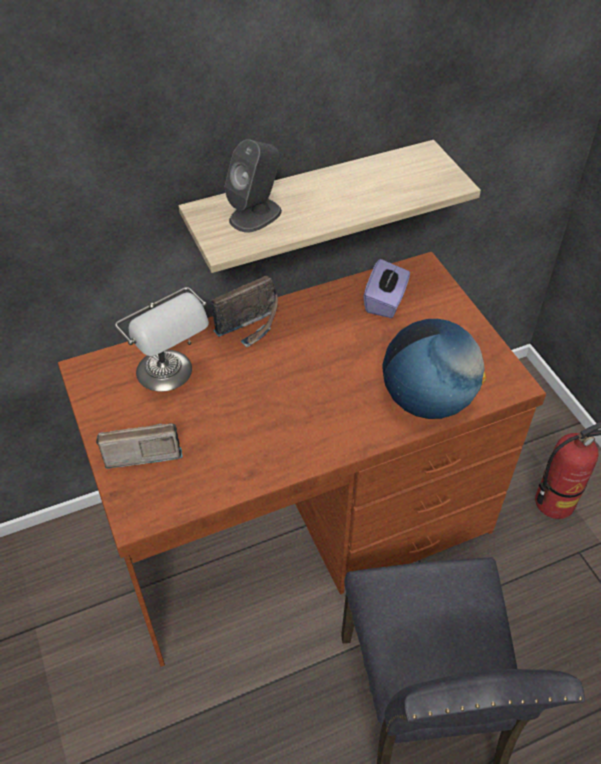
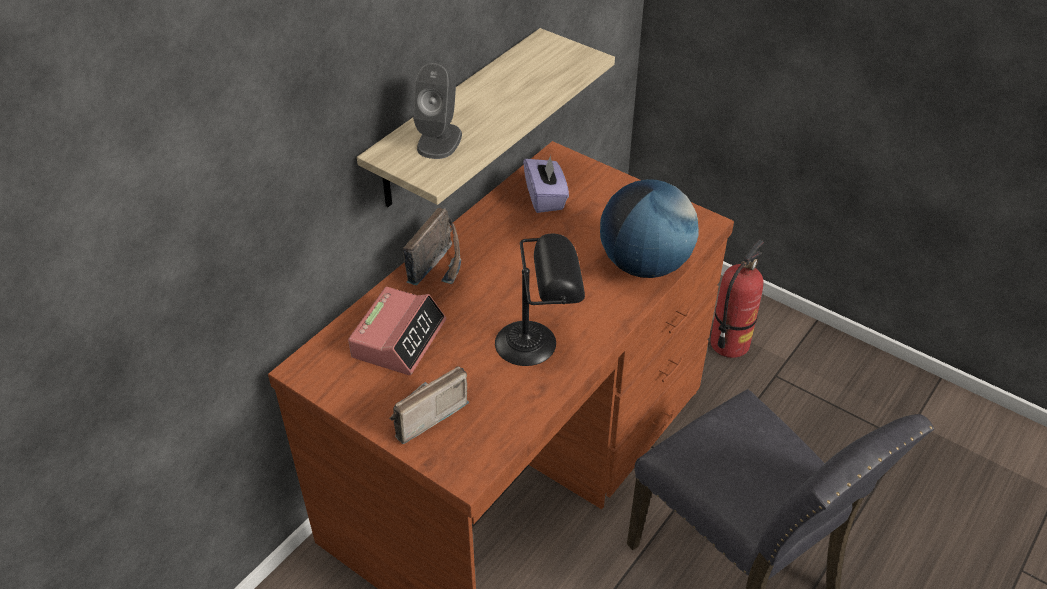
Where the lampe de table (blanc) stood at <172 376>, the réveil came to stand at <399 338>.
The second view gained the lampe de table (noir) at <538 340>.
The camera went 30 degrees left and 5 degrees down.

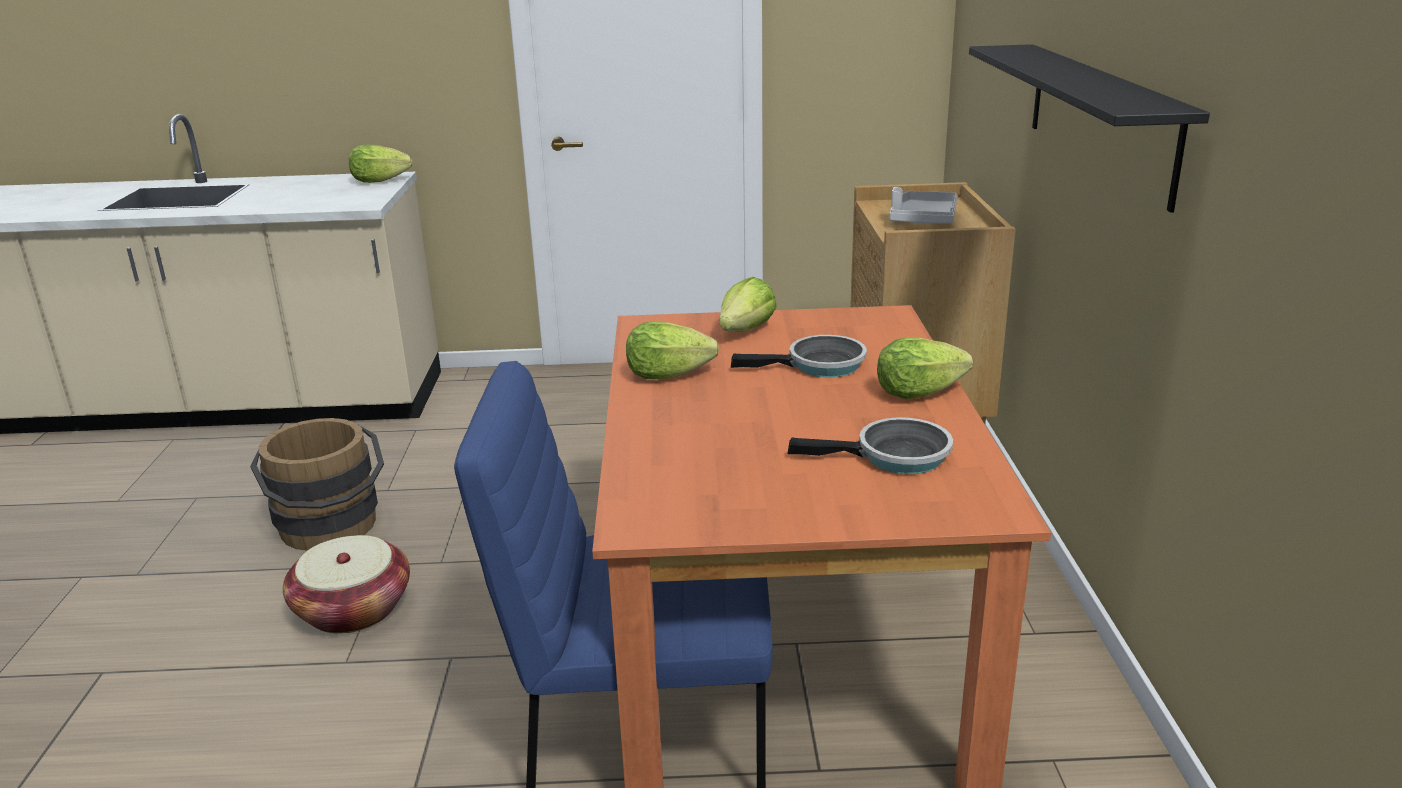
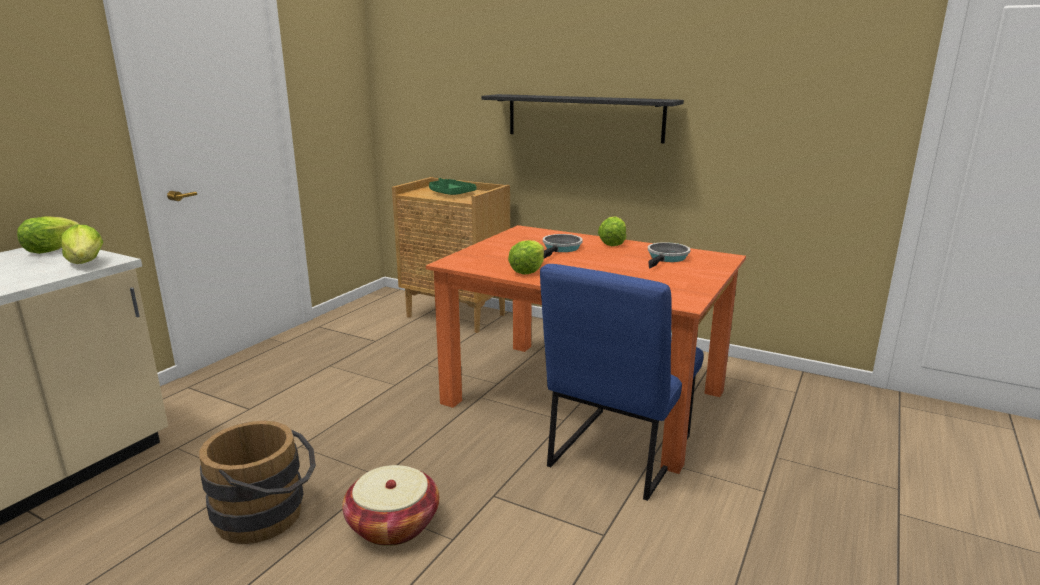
The laitue ended up elsewhere, having gone from <746 331> to <86 263>.
What was the plateau (gris) at <923 219> turned into the plateau (vert) at <450 194>.
The camera went 60 degrees left and 5 degrees down.

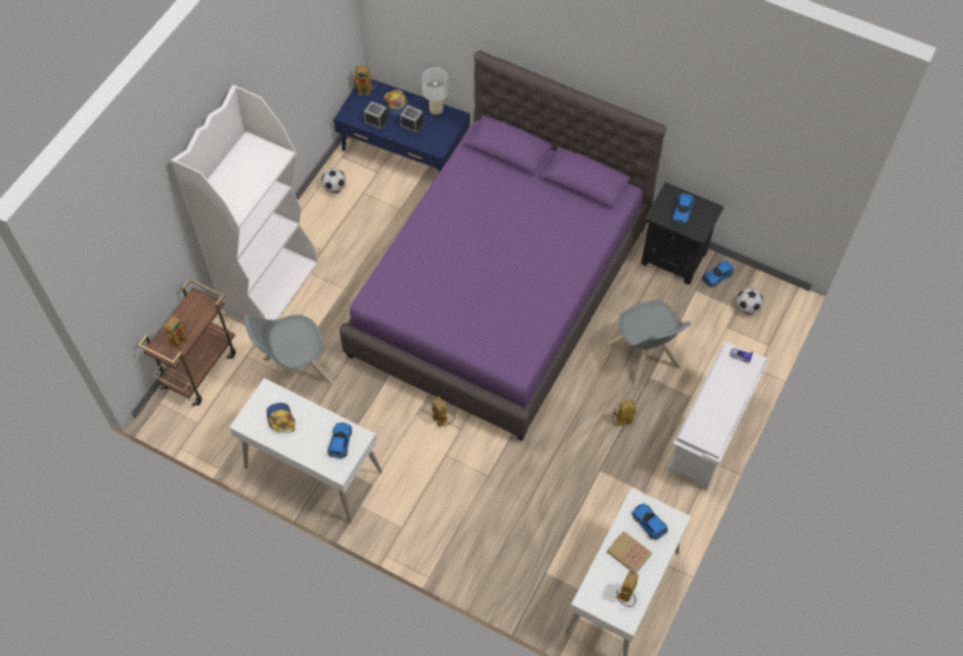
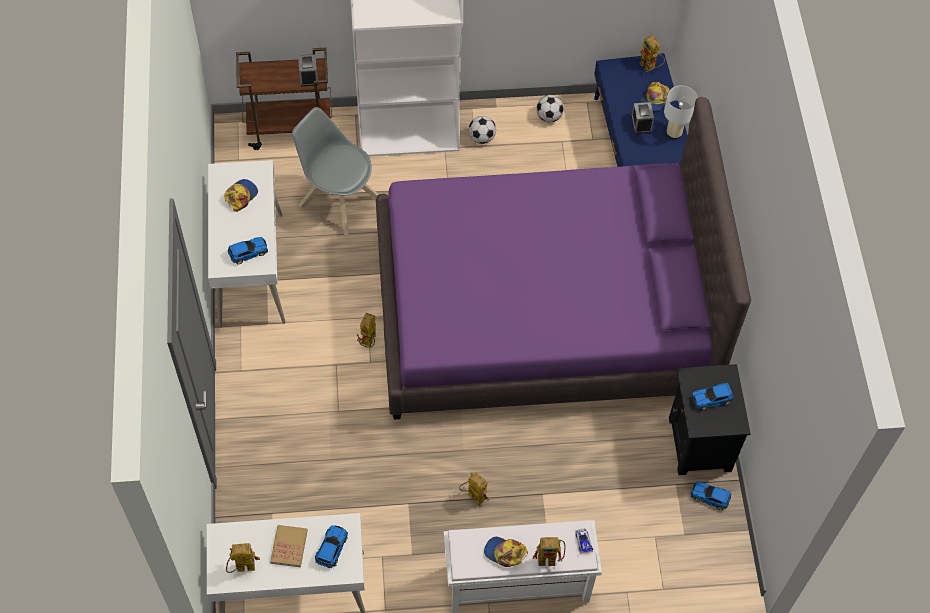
The robot jouet ended up elsewhere, having gone from <181 338> to <550 558>.
The réveil ended up elsewhere, having gone from <376 121> to <308 76>.
The second view lost the chaise (gris) at <645 357>.
The ballon de foot ended up elsewhere, having gone from <747 307> to <481 138>.
The second view gained the casquette at <504 553>.
The camera went 55 degrees right and 0 degrees up.

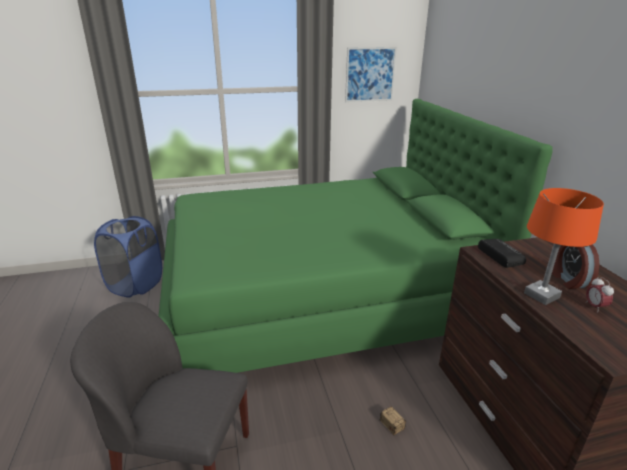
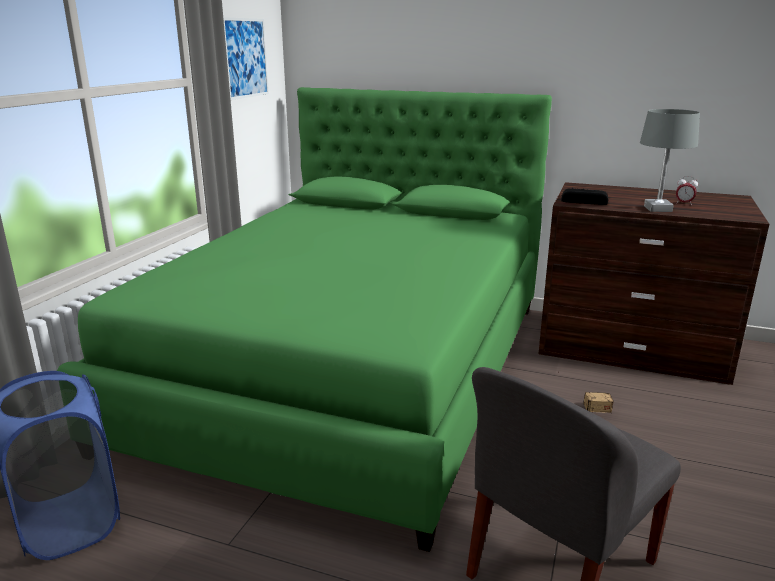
What was the lampe de table (orange) at <542 295> turned into the lampe de table (gris) at <658 209>.
The second view lost the réveil at <568 280>.
The camera went 55 degrees left and 5 degrees down.

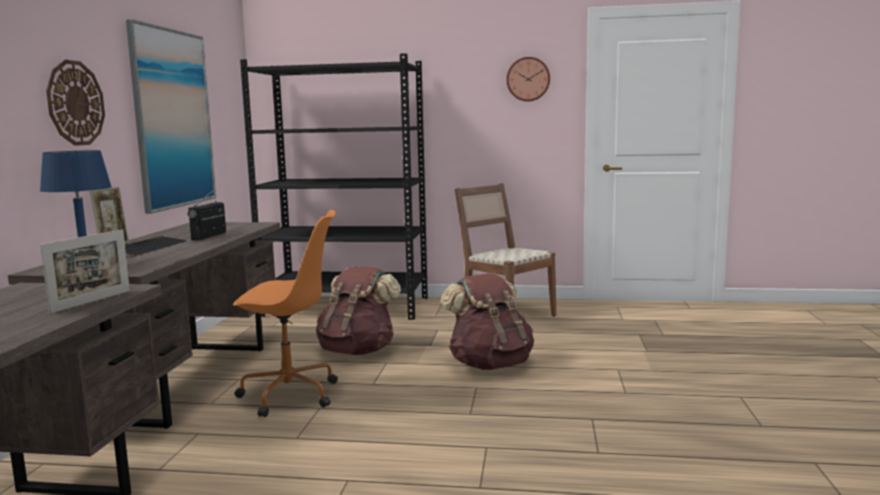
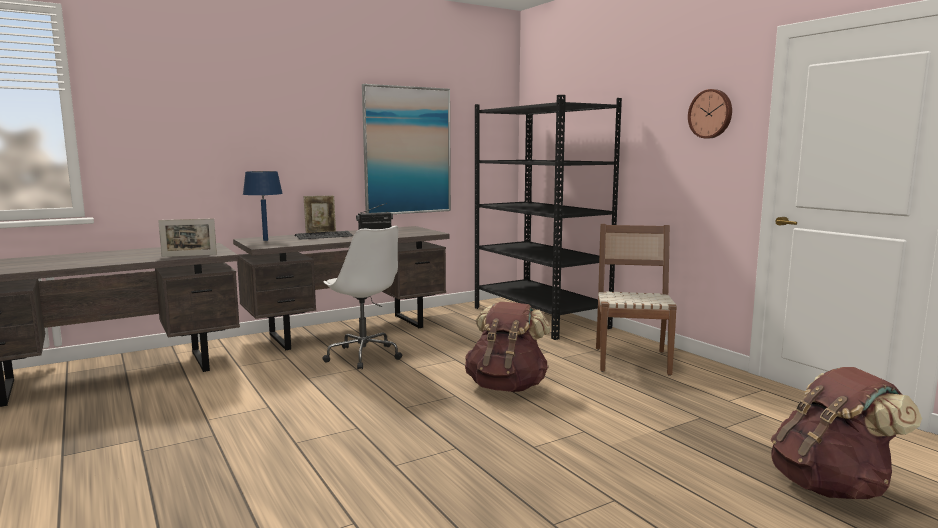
The second view lost the horloge murale at <75 103>.
What was the chaise de bureau (orange) at <292 395> turned into the chaise de bureau (blanc) at <365 357>.
The sac à dos (marron) ended up elsewhere, having gone from <358 351> to <831 486>.
The camera went 50 degrees right and 0 degrees up.

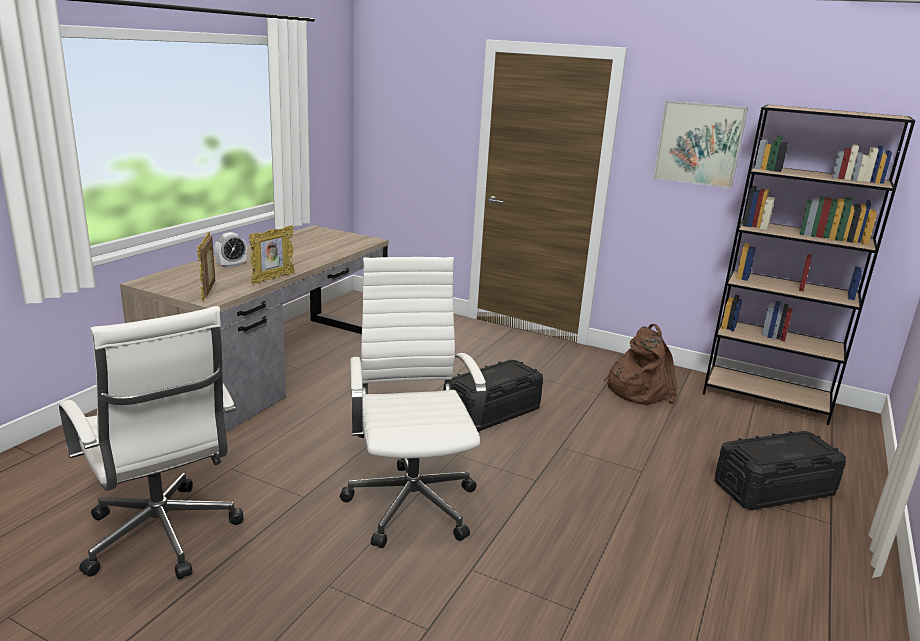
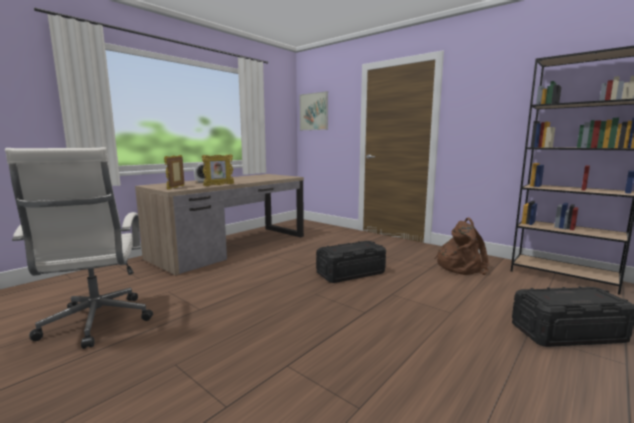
The second view lost the chaise de bureau (blanc) at <410 501>.
The tableau ended up elsewhere, having gone from <699 144> to <314 111>.
The camera went 15 degrees right and 10 degrees down.

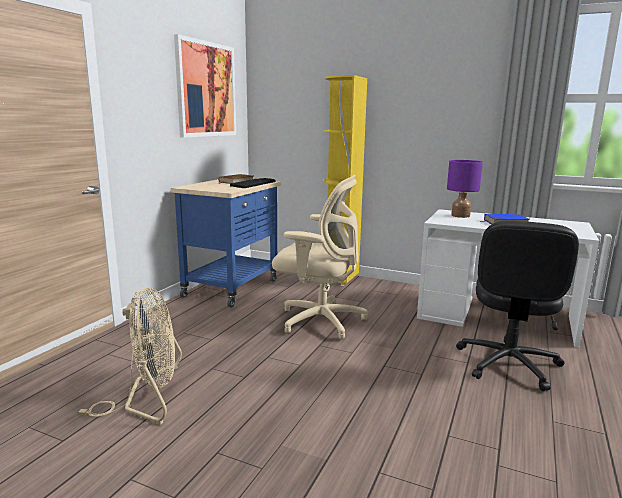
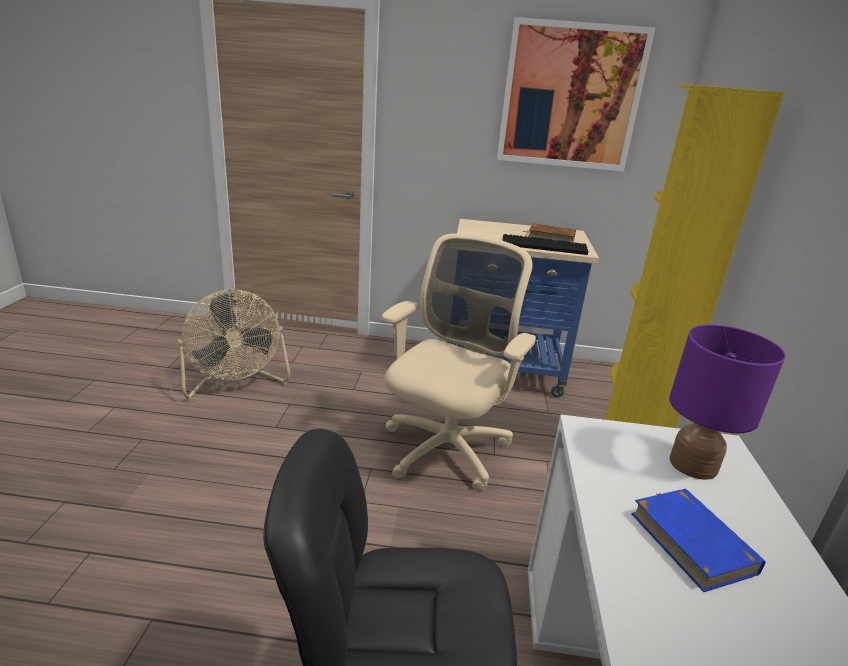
The chaise de bureau (beige) at <315 321> ended up facing another way, 150 degrees counterclockwise from before.
The camera went 70 degrees right and 10 degrees up.

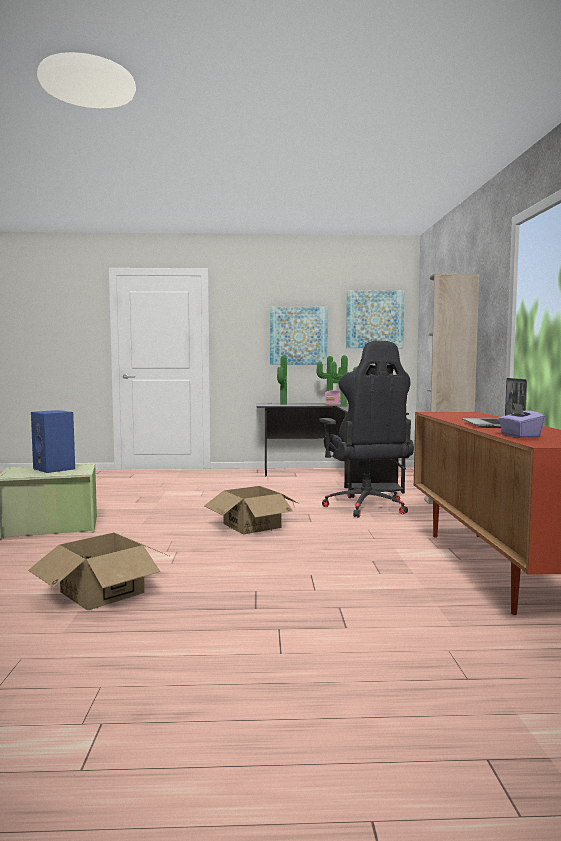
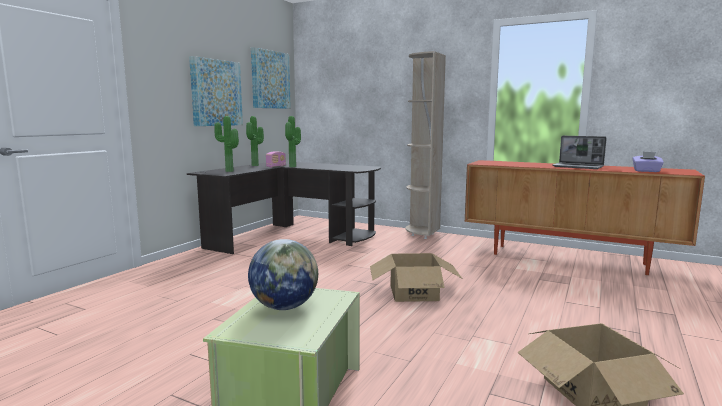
Where the enceinte (bleu) stood at <55 469>, the globe came to stand at <284 307>.
The second view lost the chaise de bureau (noir) at <365 506>.
The camera went 60 degrees left and 5 degrees up.

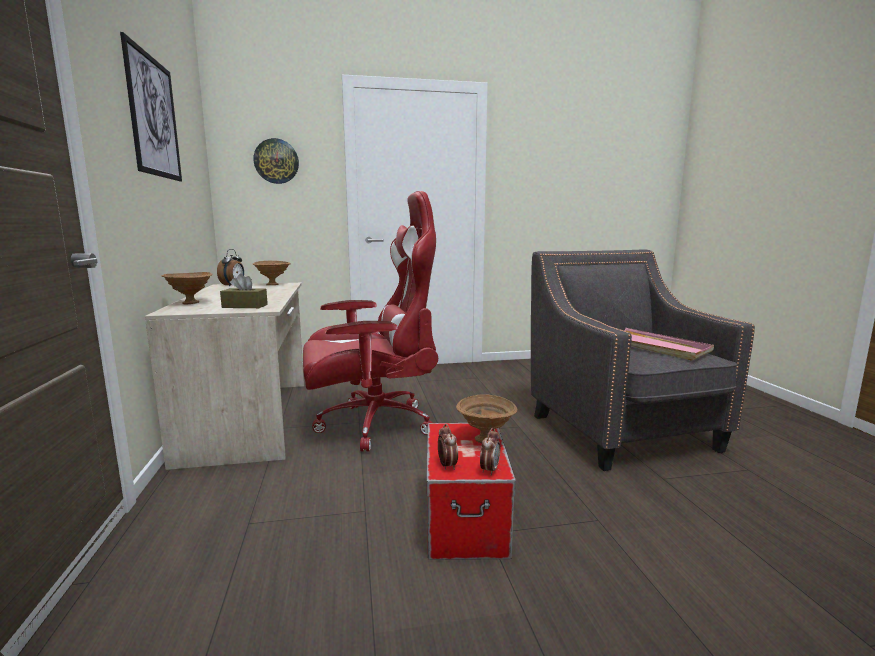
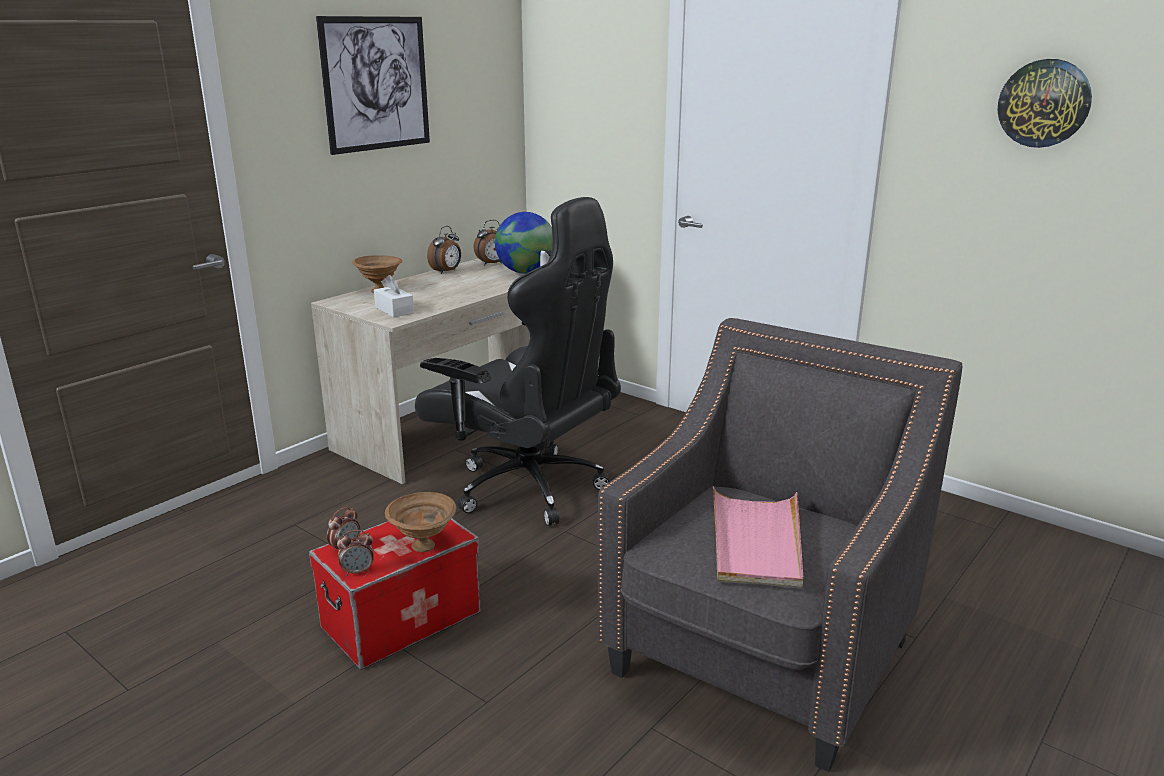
What was the boîte à mouchoirs (marron) at <245 306> turned into the boîte à mouchoirs (blanc) at <394 310>.
The horloge murale ended up elsewhere, having gone from <276 161> to <1044 103>.
Where the bol (marron) stood at <273 285>, the globe came to stand at <526 272>.
What was the chaise de bureau (rouge) at <368 426> turned into the chaise de bureau (noir) at <521 486>.
The second view gained the réveil at <447 271>.
The camera went 50 degrees right and 10 degrees up.

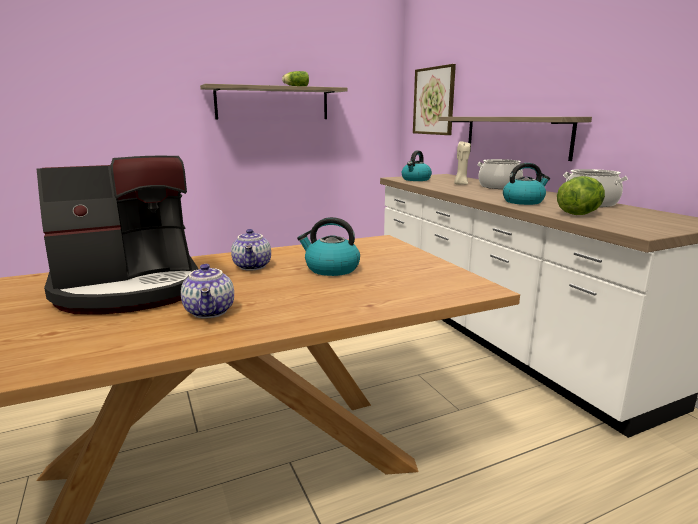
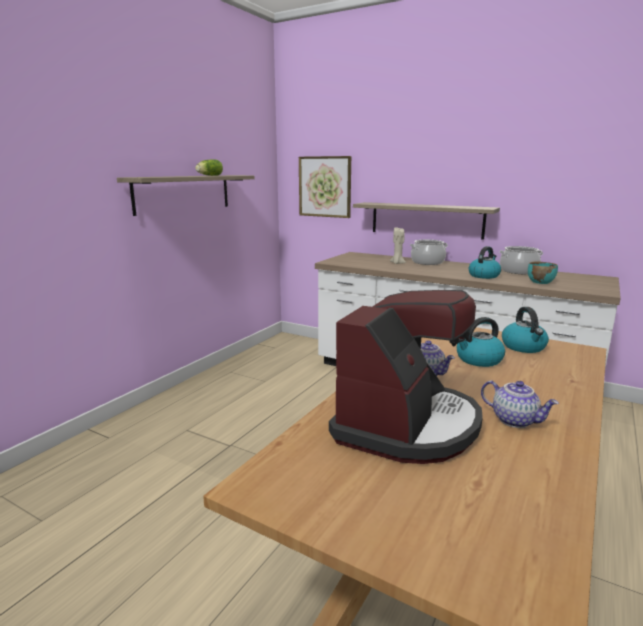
The bouilloire ended up elsewhere, having gone from <416 179> to <524 347>.
Where the laitue stood at <579 214>, the bol (turquoise) came to stand at <540 282>.
The camera went 35 degrees left and 0 degrees up.

